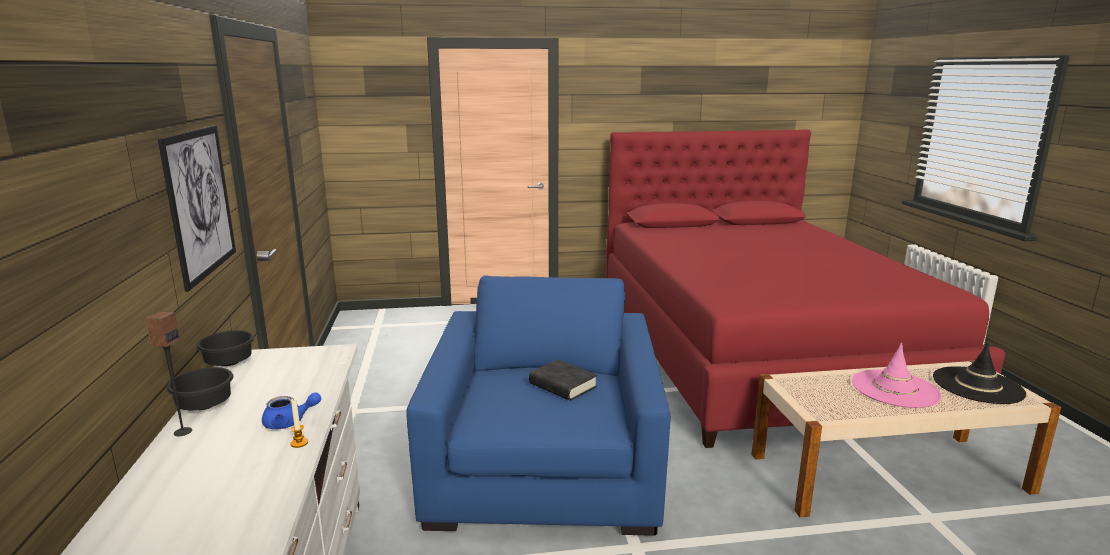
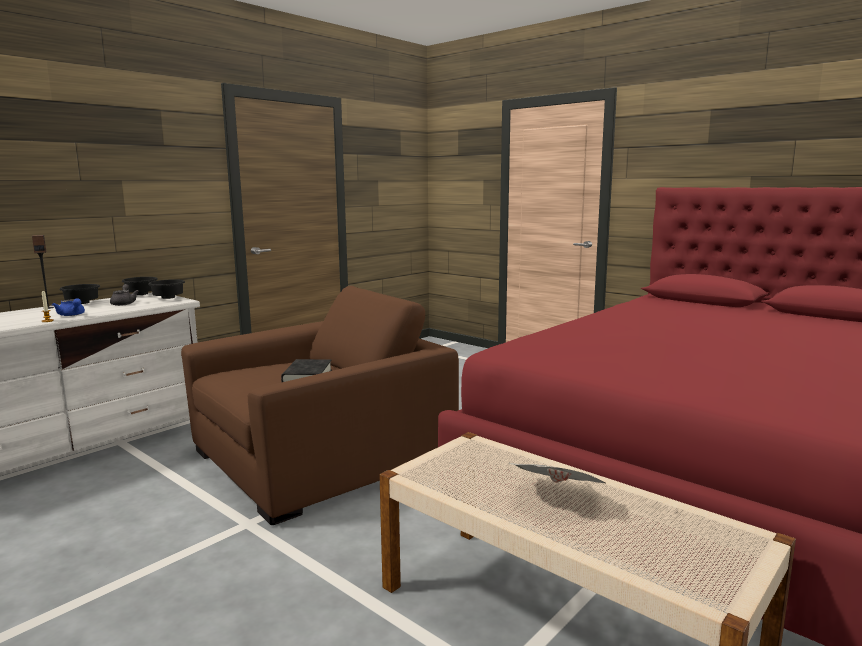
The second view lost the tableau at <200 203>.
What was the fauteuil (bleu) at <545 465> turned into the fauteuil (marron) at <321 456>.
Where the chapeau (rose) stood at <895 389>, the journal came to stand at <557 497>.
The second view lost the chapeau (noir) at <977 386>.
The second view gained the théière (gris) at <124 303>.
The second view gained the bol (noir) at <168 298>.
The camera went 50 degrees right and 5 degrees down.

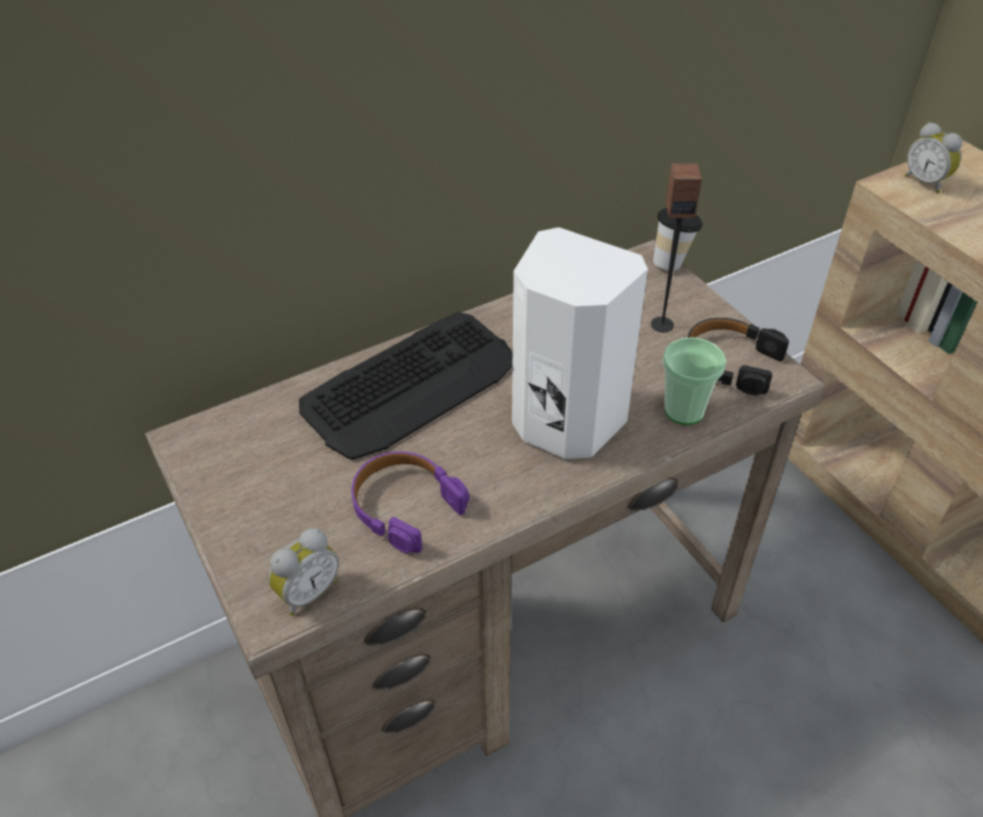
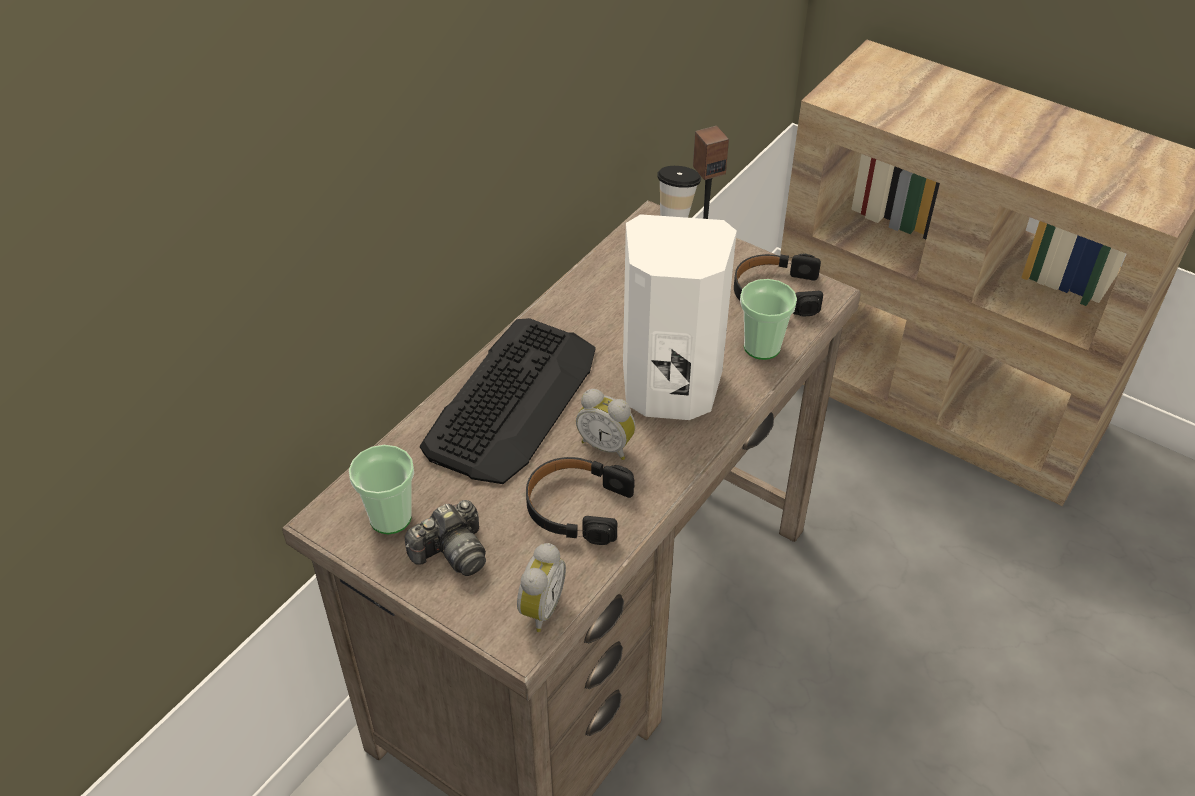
What was the casque audio (violet) at <405 506> turned into the casque audio (noir) at <577 507>.
The réveil ended up elsewhere, having gone from <926 182> to <607 445>.
The second view gained the tasse at <390 518>.
The second view gained the appareil photo at <452 552>.
The camera went 25 degrees left and 0 degrees up.

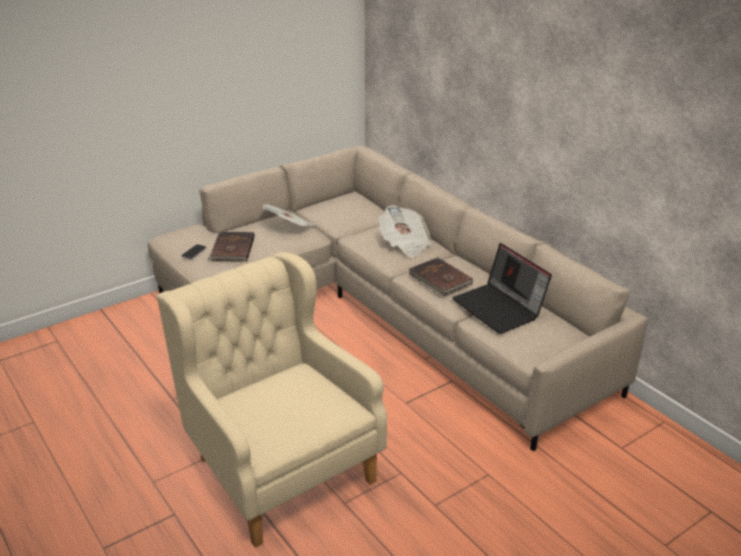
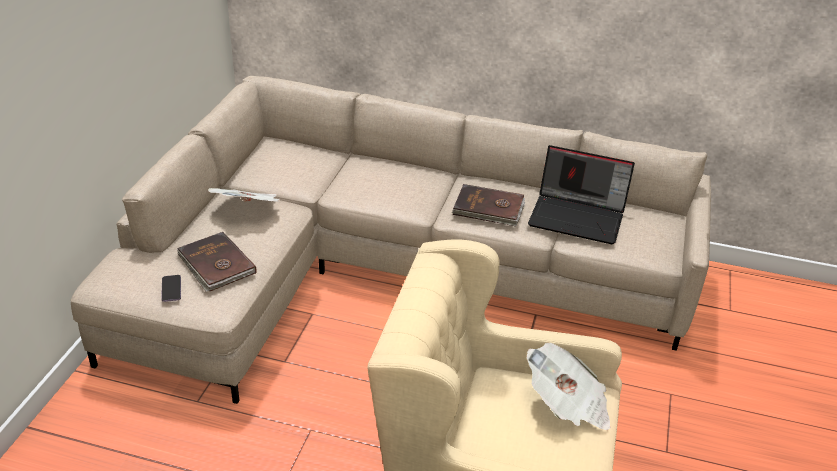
The journal ended up elsewhere, having gone from <404 244> to <567 405>.
The camera went 40 degrees left and 5 degrees up.

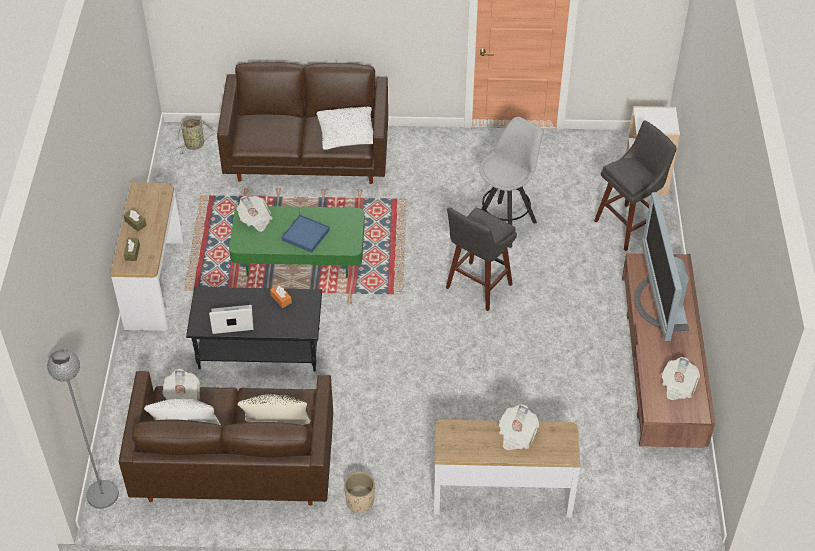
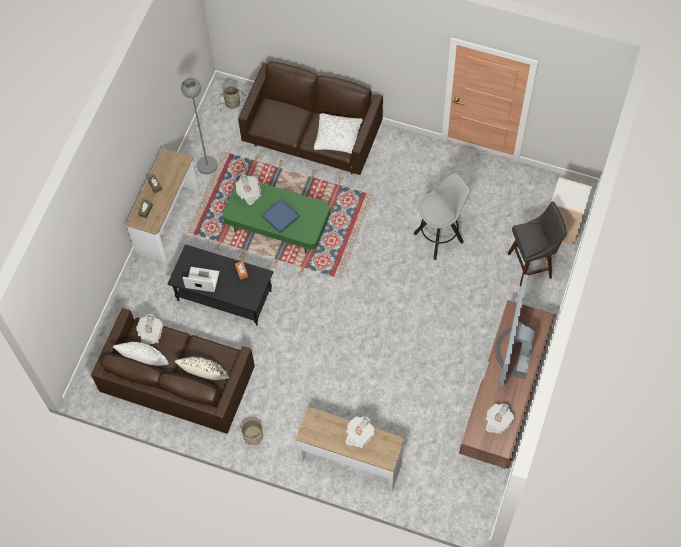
The lampadaire (gris) ended up elsewhere, having gone from <102 495> to <207 165>.
The second view lost the tabouret (gris) at <477 287>.
The camera went 20 degrees right and 15 degrees up.

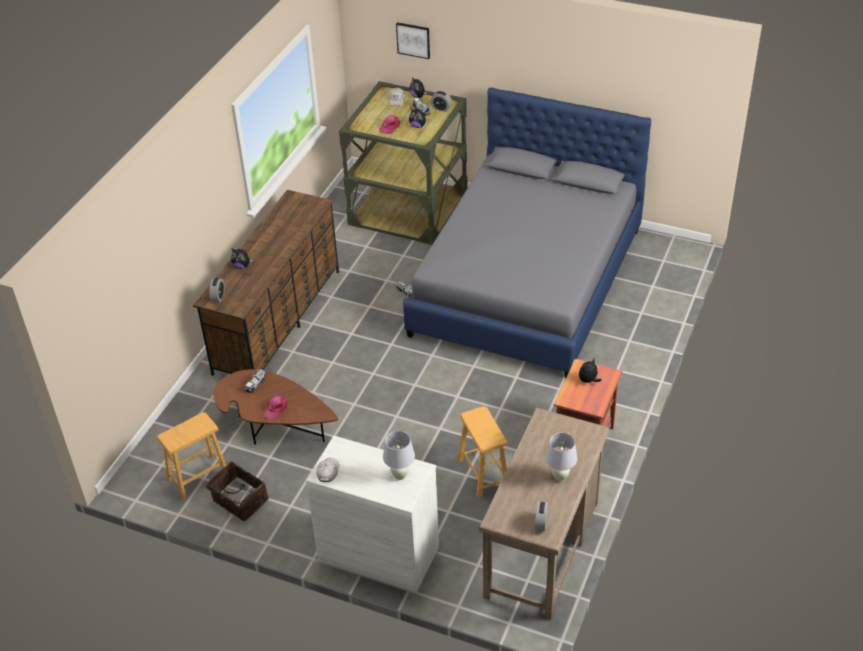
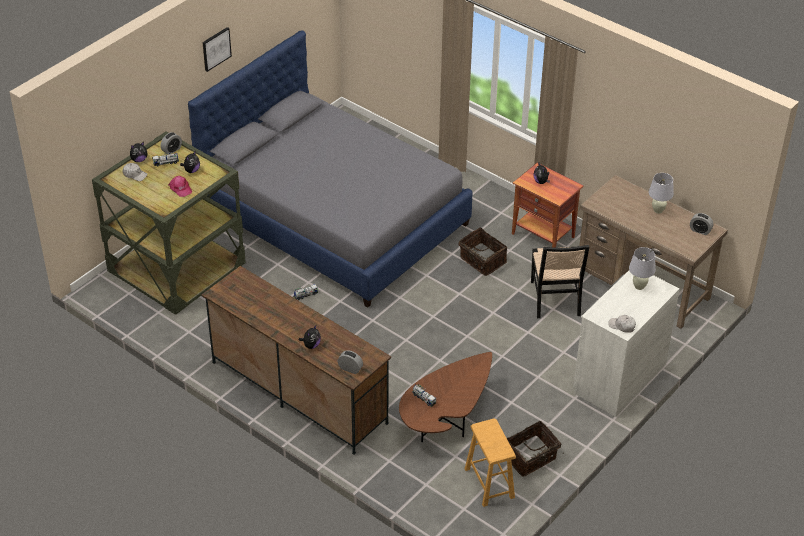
The second view lost the casquette (rose) at <276 408>.
The tableau ended up elsewhere, having gone from <413 40> to <216 48>.
Where the tabouret (marron) stood at <483 473>, the chaise came to stand at <554 299>.
The second view gained the panier at <482 261>.
The camera went 75 degrees left and 0 degrees up.

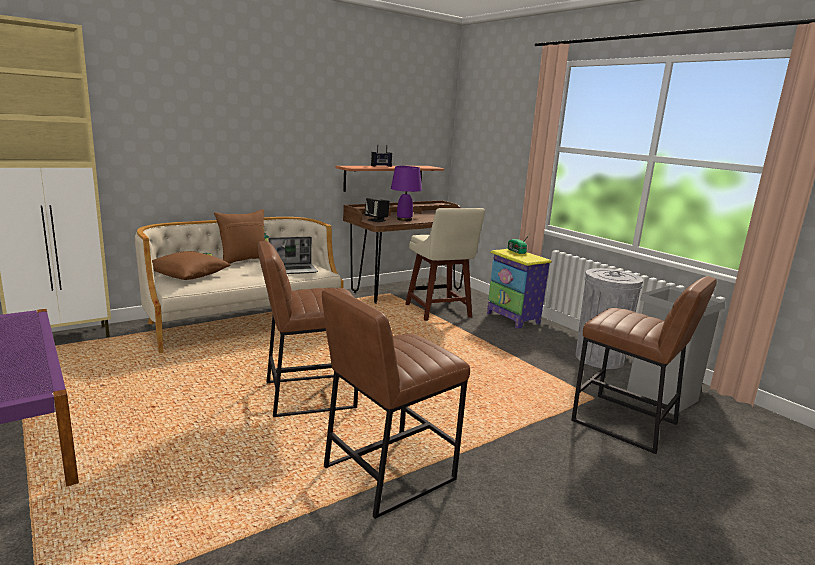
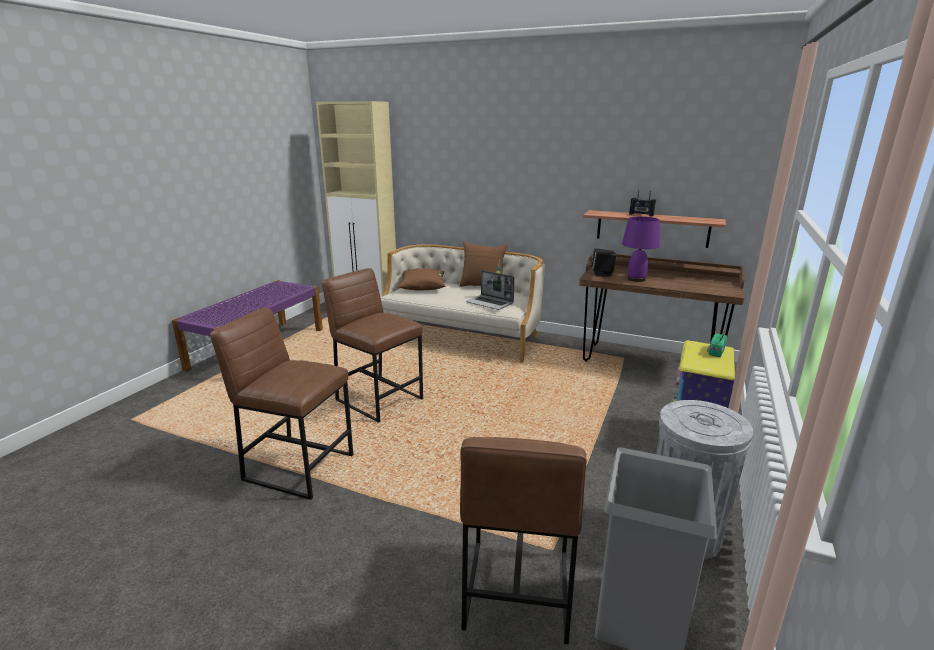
The second view lost the tabouret (beige) at <439 312>.
The camera went 60 degrees right and 5 degrees up.

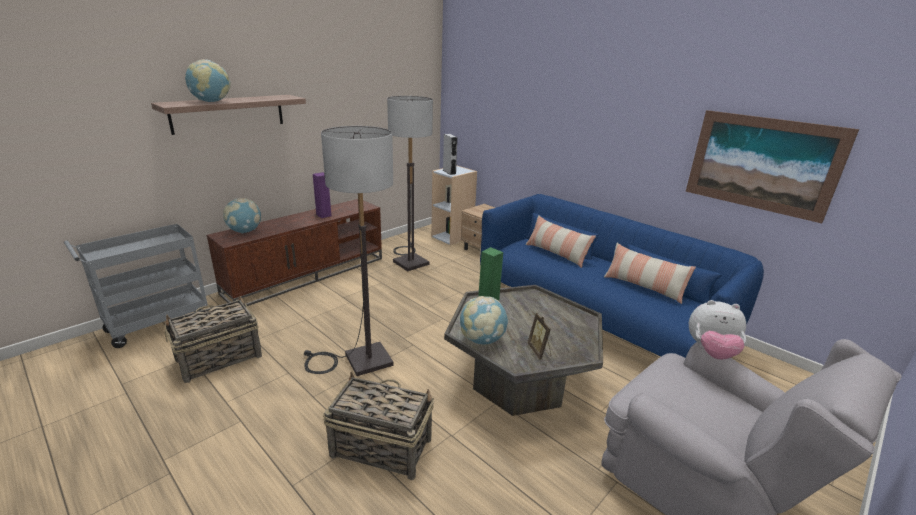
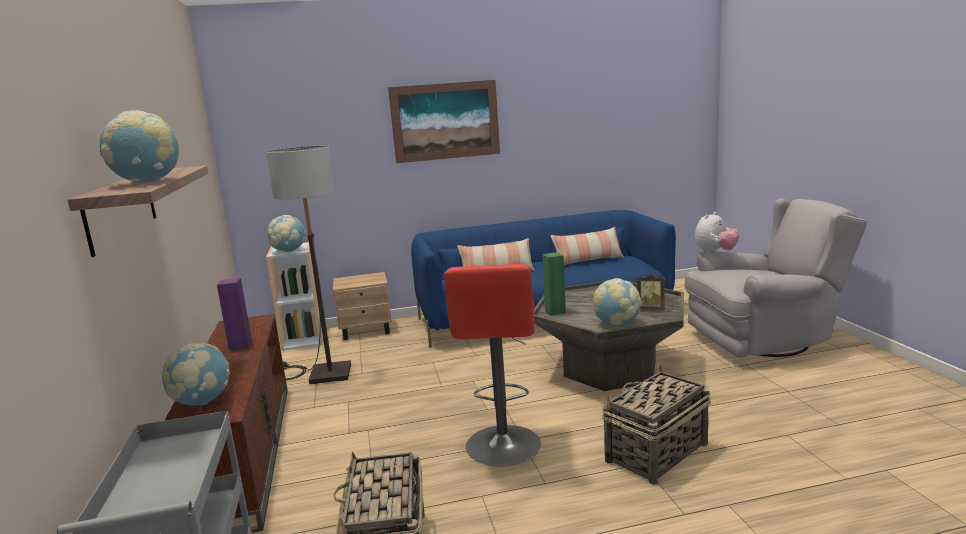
Where the lampadaire stood at <355 361>, the tabouret (rouge) came to stand at <502 446>.
Where the enceinte (gris) stood at <449 172>, the globe came to stand at <289 251>.
The tableau ended up elsewhere, having gone from <762 164> to <445 121>.
The camera went 55 degrees left and 10 degrees down.

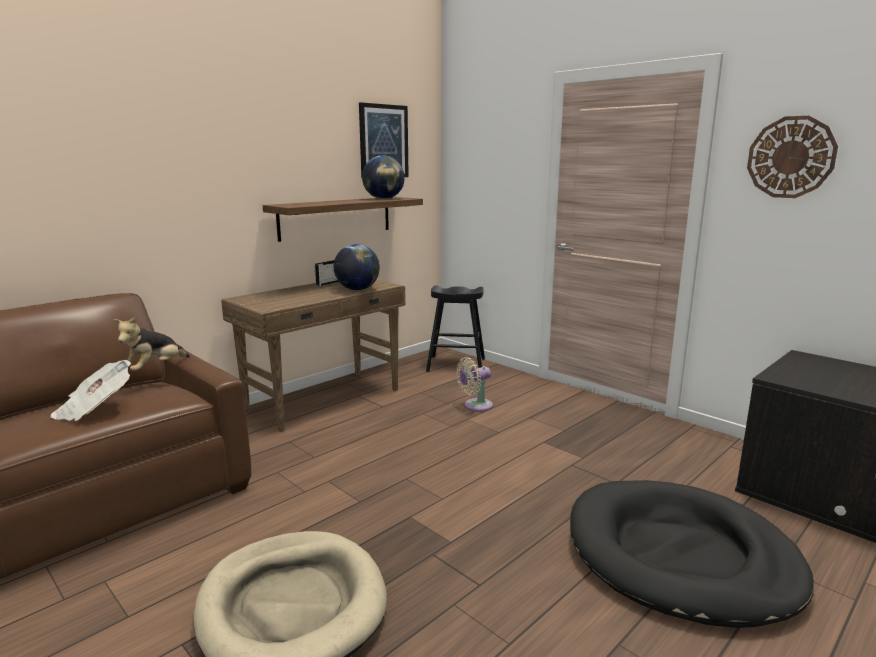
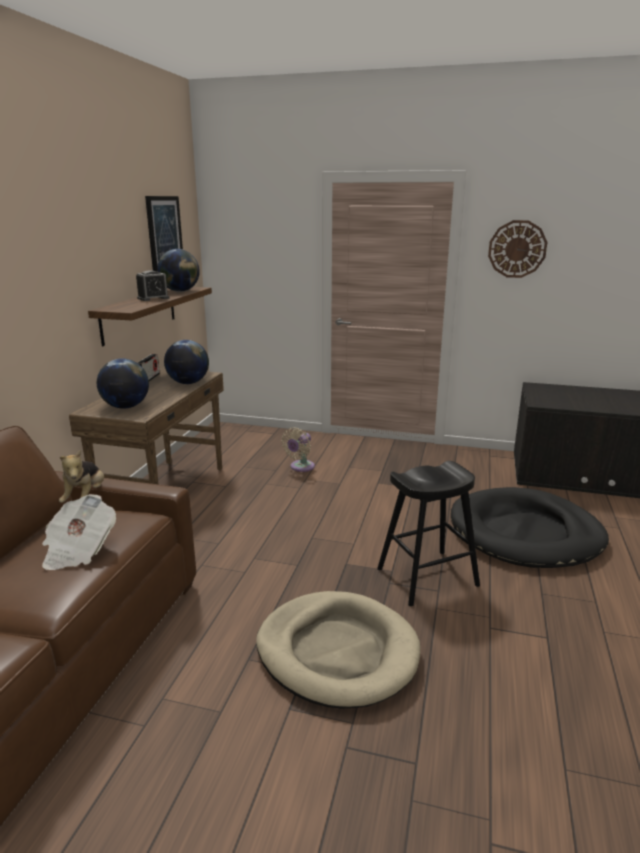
The tabouret (noir) ended up elsewhere, having gone from <456 365> to <427 577>.
The second view gained the globe at <126 407>.
The second view gained the réveil at <153 298>.
The camera went 30 degrees left and 5 degrees up.

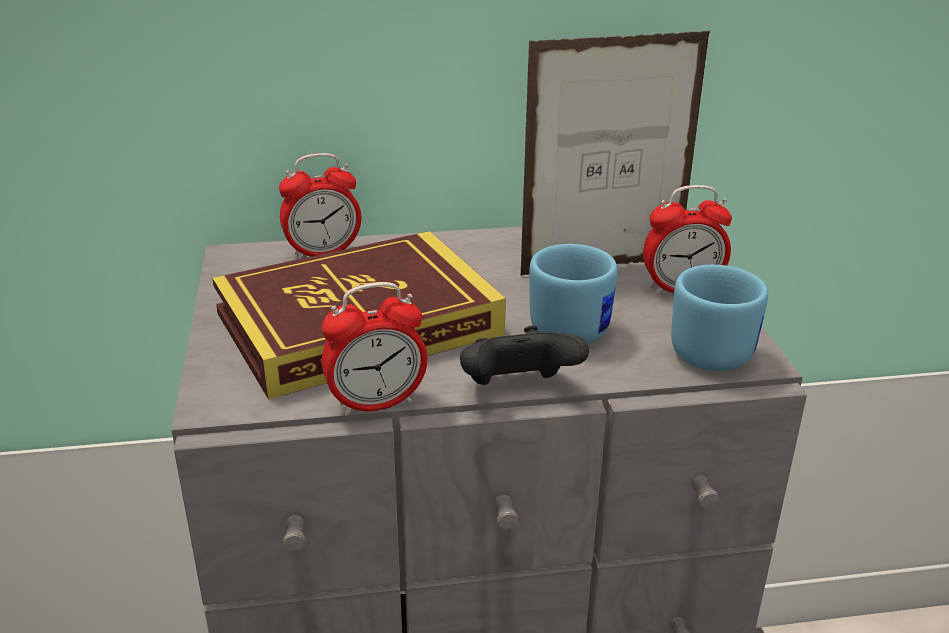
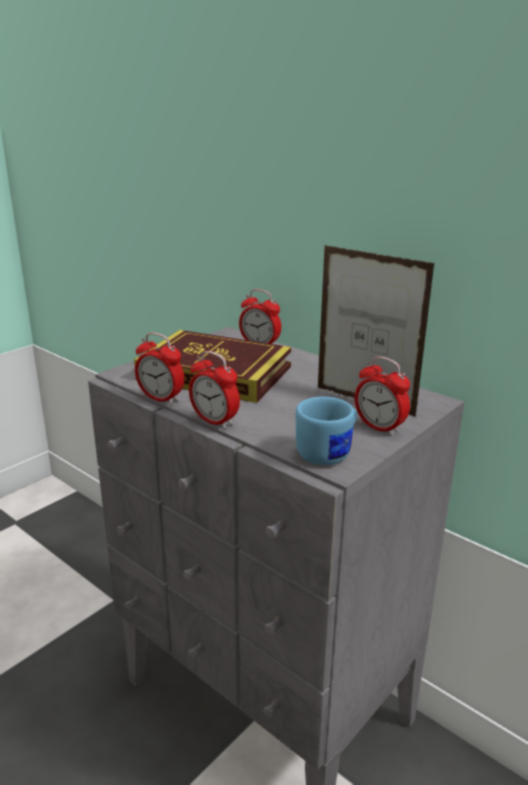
Where the manette (noir) stood at <518 390>, the réveil came to stand at <214 421>.
The second view lost the mug (bleu) at <572 324>.
The camera went 50 degrees right and 5 degrees down.

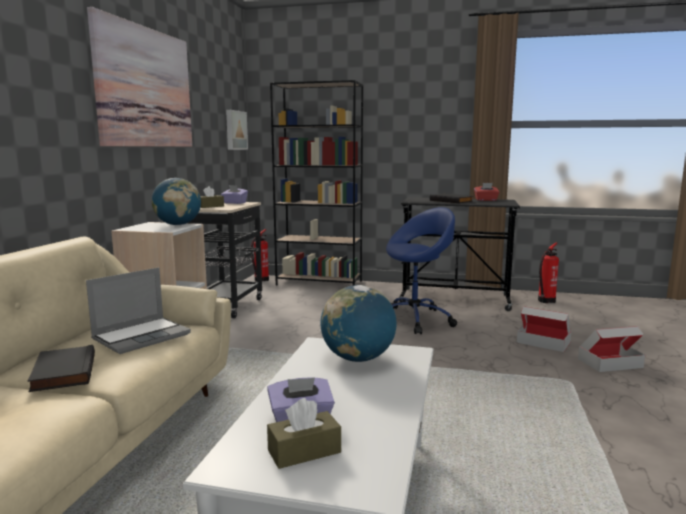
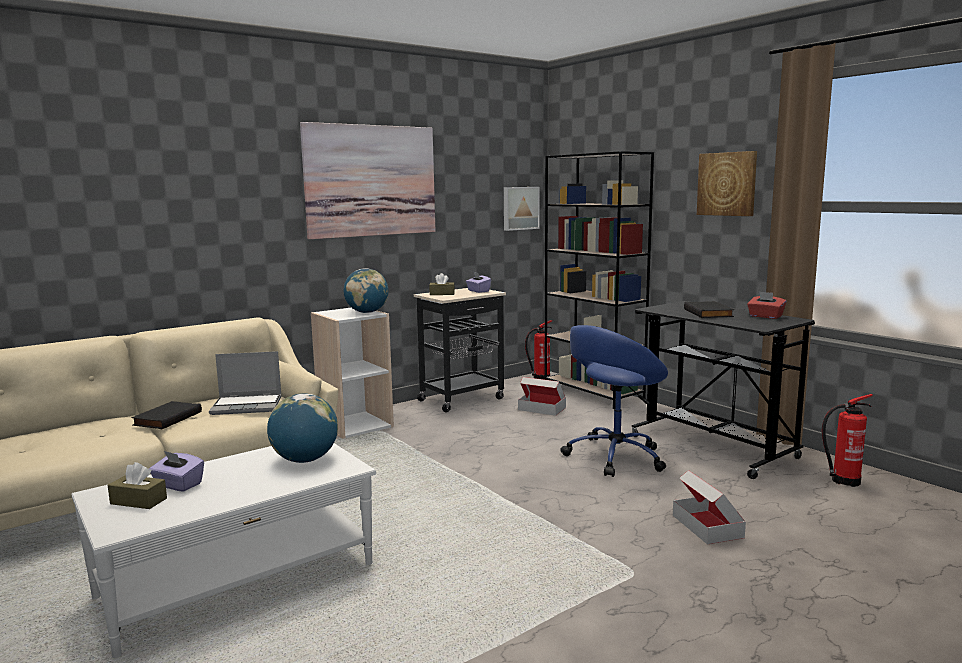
The chaise de bureau (bleu) at <416 319> ended up facing another way, 120 degrees clockwise from before.
The carton ended up elsewhere, having gone from <610 363> to <542 408>.
The second view gained the tableau at <727 184>.
The camera went 40 degrees right and 0 degrees up.

